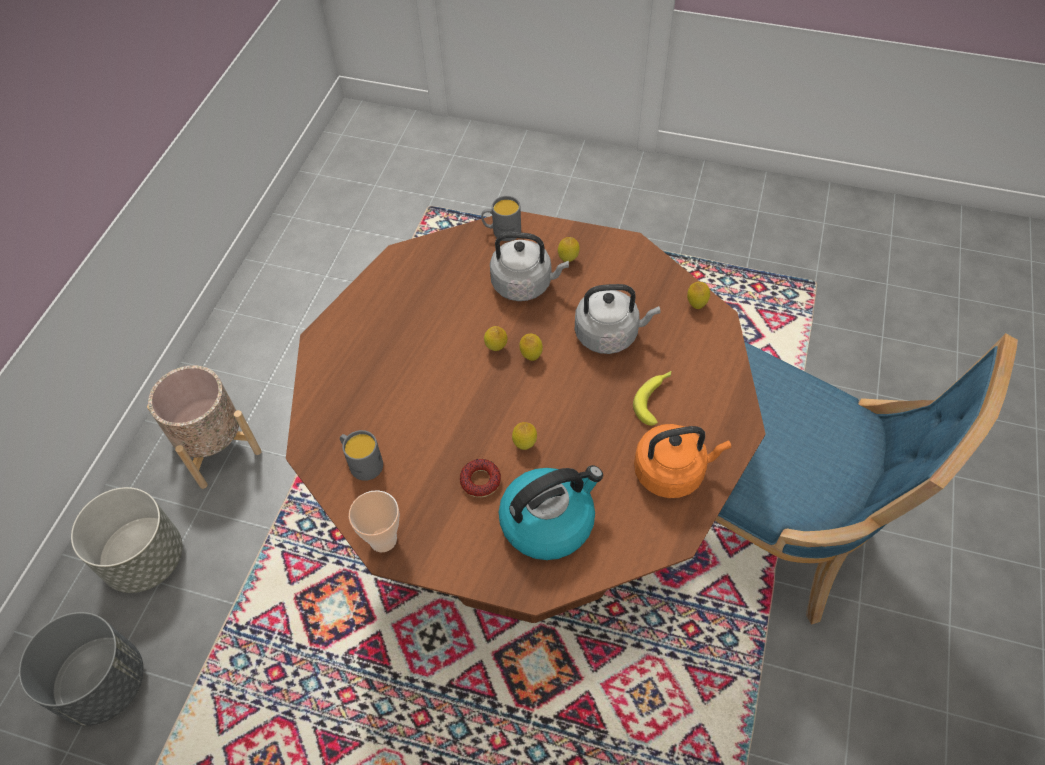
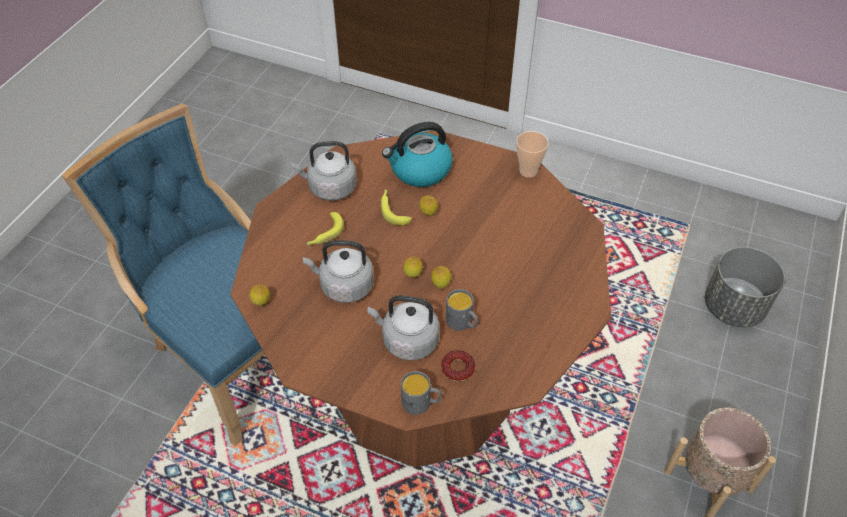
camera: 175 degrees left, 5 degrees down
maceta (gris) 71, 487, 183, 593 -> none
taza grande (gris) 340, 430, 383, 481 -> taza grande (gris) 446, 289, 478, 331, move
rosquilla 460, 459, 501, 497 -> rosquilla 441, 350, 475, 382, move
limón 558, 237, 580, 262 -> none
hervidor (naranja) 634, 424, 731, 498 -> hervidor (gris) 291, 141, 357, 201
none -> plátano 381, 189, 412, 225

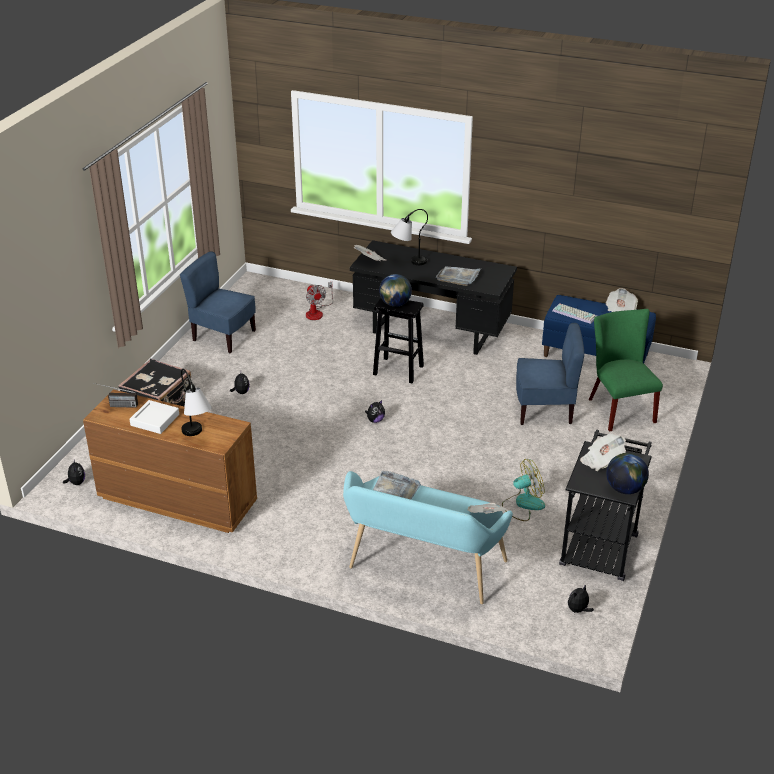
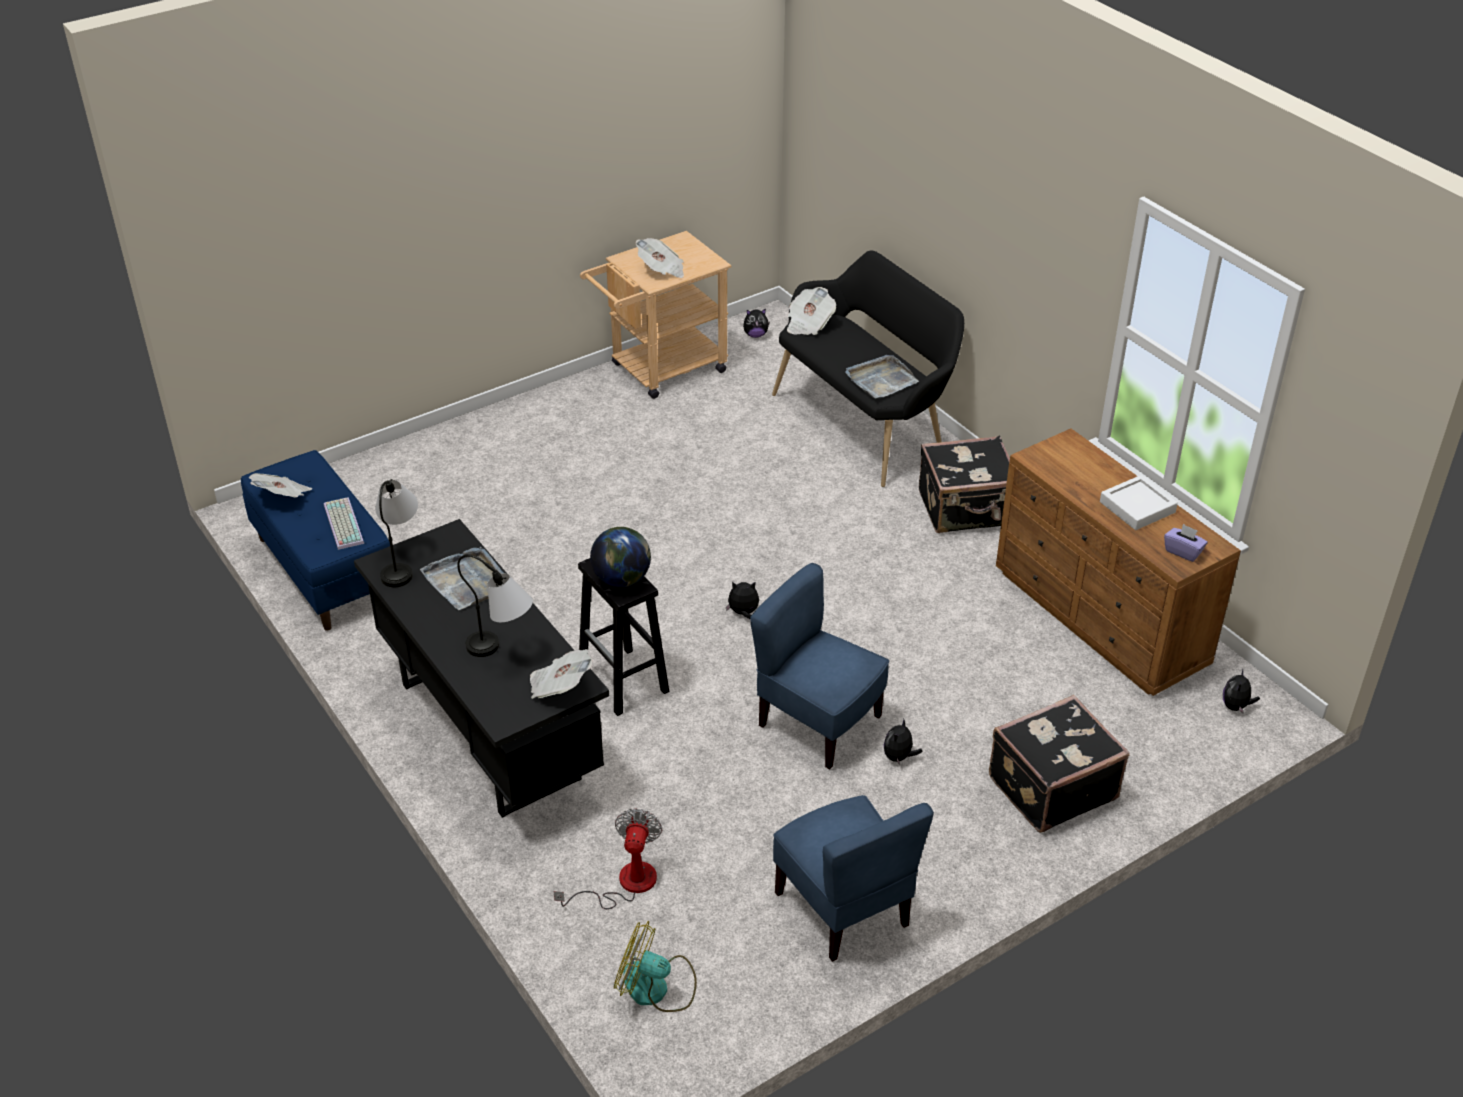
camera: 145 degrees left, 5 degrees up
radio 93, 383, 138, 408 -> caja de pañuelos (morado) 1164, 524, 1208, 562
lámpara de mesa 181, 369, 212, 436 -> lámpara de mesa 375, 479, 418, 587, move
banco (turquesa) 343, 471, 513, 604 -> banco (negro) 772, 250, 964, 487
ventilador 502, 459, 545, 521 -> ventilador 614, 921, 697, 1012, move
silla (azul) 516, 323, 584, 425 -> silla (azul) 750, 563, 889, 769, move
carrito (negro) 559, 430, 652, 581 -> carrito (beis) 580, 231, 731, 399
silla (verde) 589, 309, 663, 432 -> none
globo terráqueo 606, 453, 649, 494 -> none
none -> maleta (negro) 919, 436, 1010, 533

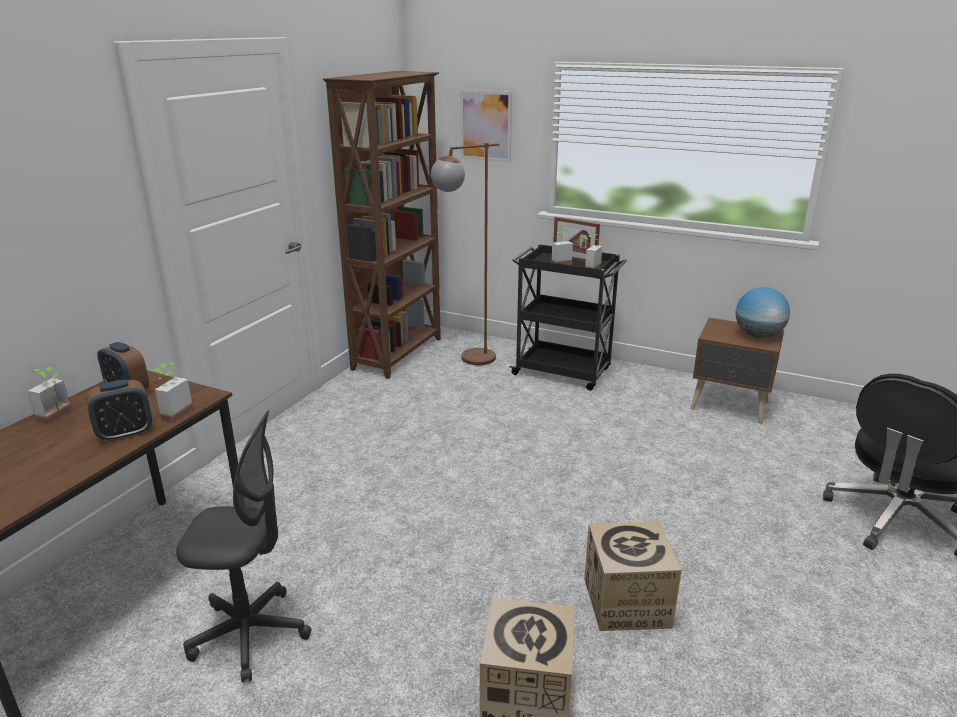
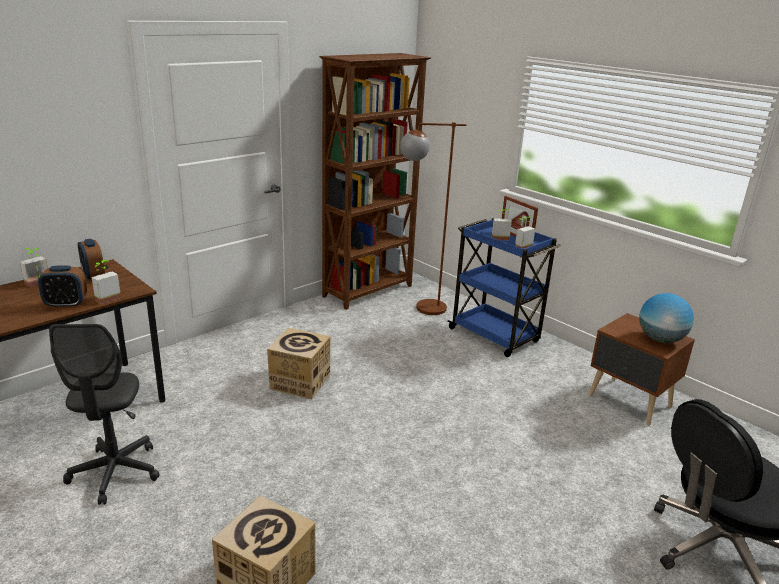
camera: 20 degrees right, 0 degrees up
silla de oficina (gris) 176, 410, 312, 683 -> silla de oficina (gris) 49, 324, 160, 505, 60 degrees clockwise
cuadro 460, 90, 512, 162 -> none
carrito (negro) 509, 244, 627, 391 -> carrito (azul) 448, 218, 561, 357
caja de cartón 584, 521, 682, 631 -> caja de cartón 267, 328, 330, 399, move

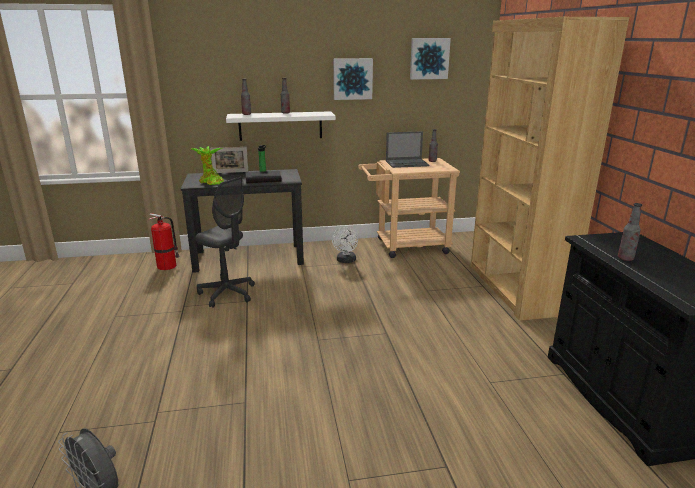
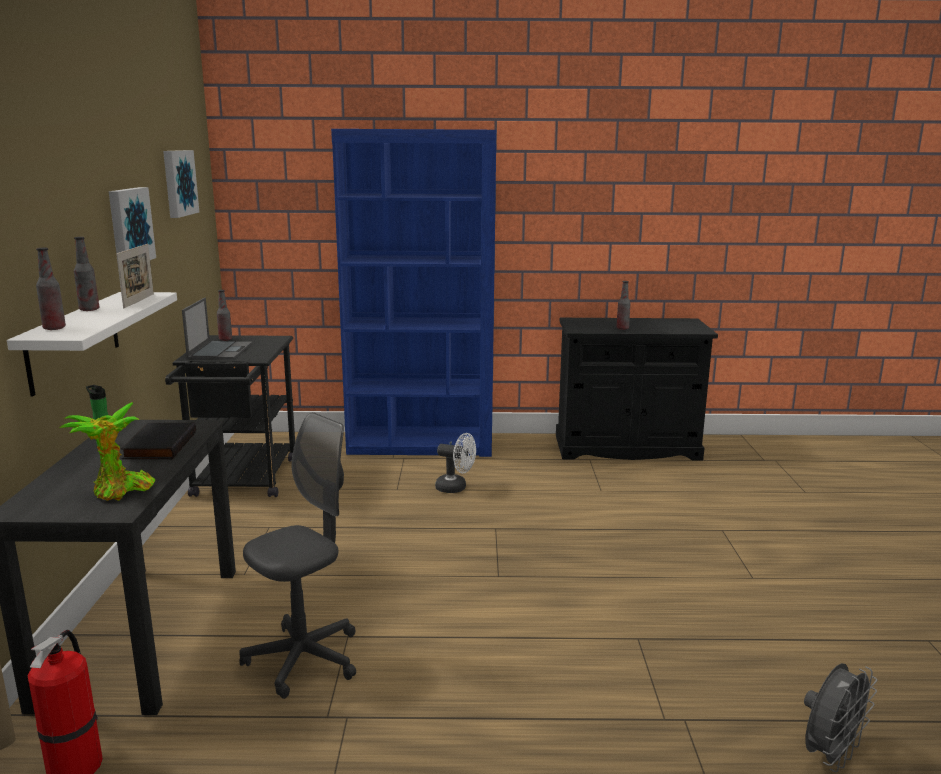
camera: 80 degrees left, 5 degrees down
portarretratos 210, 147, 249, 173 -> portarretratos 116, 244, 154, 308, move
ventilador (blanco) 332, 227, 358, 263 -> ventilador (blanco) 435, 433, 476, 493, move
carrito (beis) 358, 158, 460, 258 -> carrito (negro) 165, 335, 295, 497
estantería (marrón) 471, 17, 630, 321 -> estantería (azul) 331, 129, 496, 457

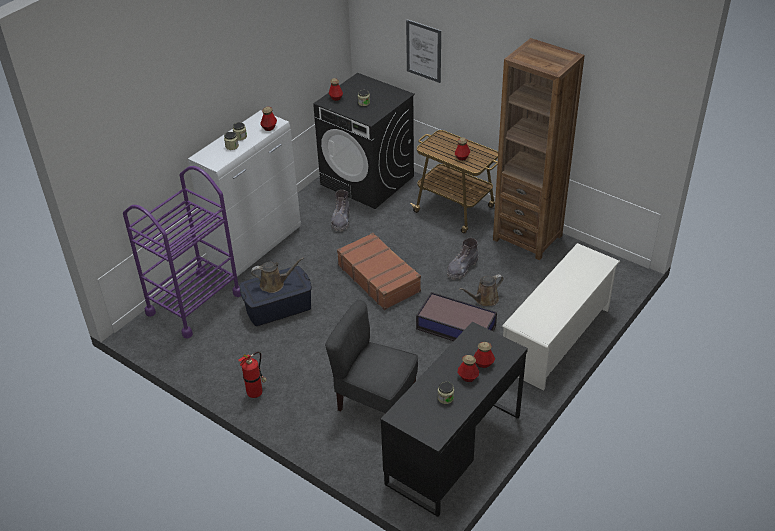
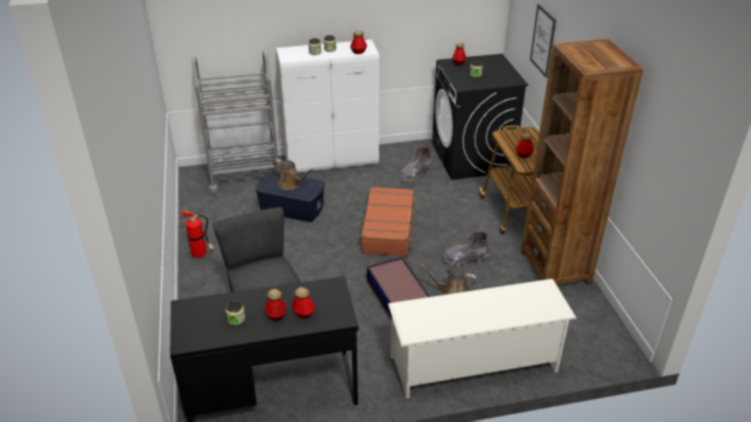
camera: 40 degrees right, 5 degrees down
carrito (morado) 123, 166, 241, 339 -> carrito (gris) 192, 50, 279, 195

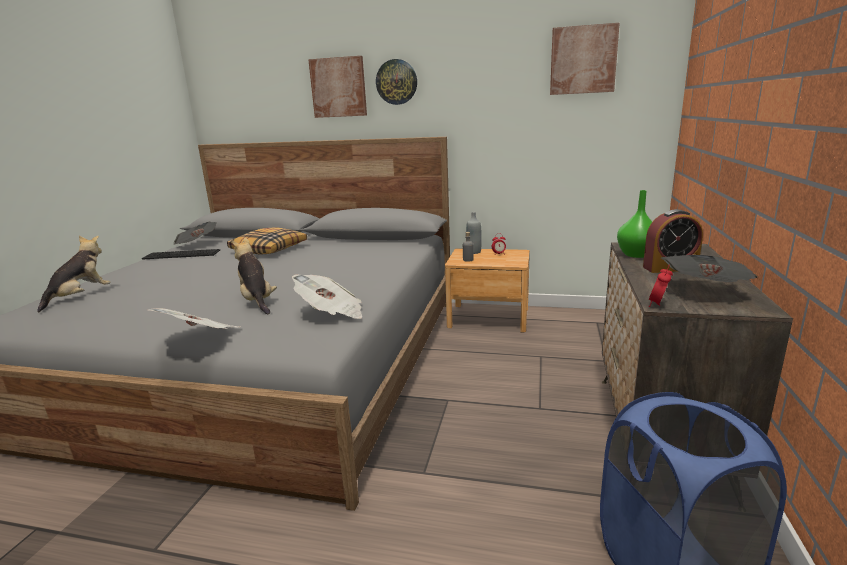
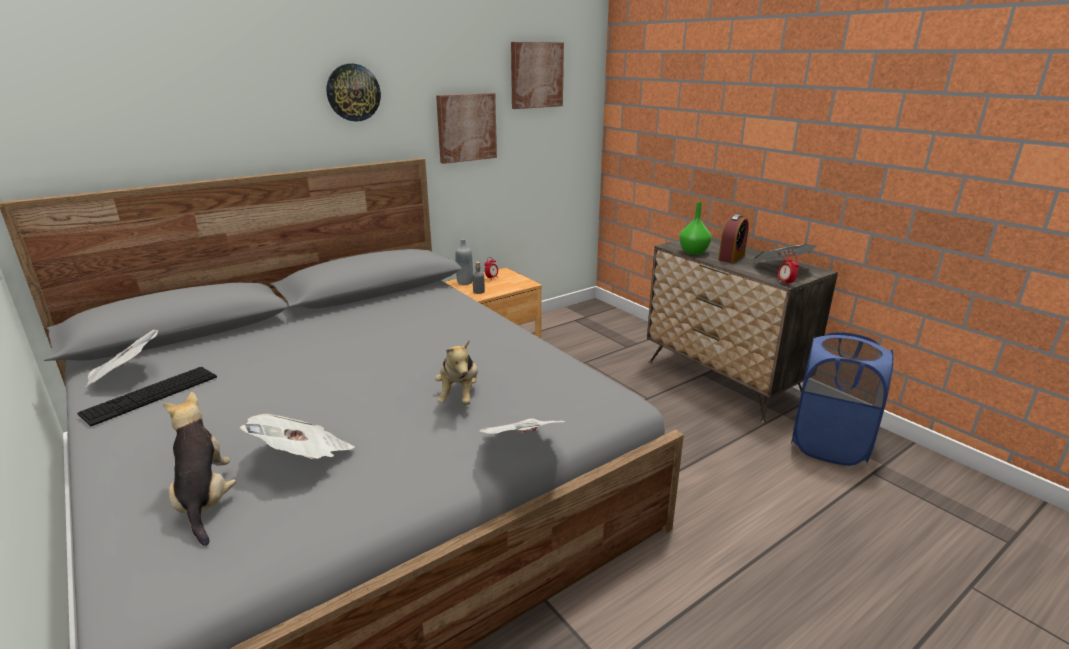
camera: 50 degrees left, 5 degrees up
cojín 227, 227, 307, 255 -> none
peluche 232, 238, 277, 314 -> peluche 435, 339, 478, 405, 105 degrees counterclockwise
periódico 292, 274, 362, 319 -> periódico 240, 414, 354, 459, move
cuadro 308, 56, 367, 118 -> cuadro 436, 93, 497, 164, move

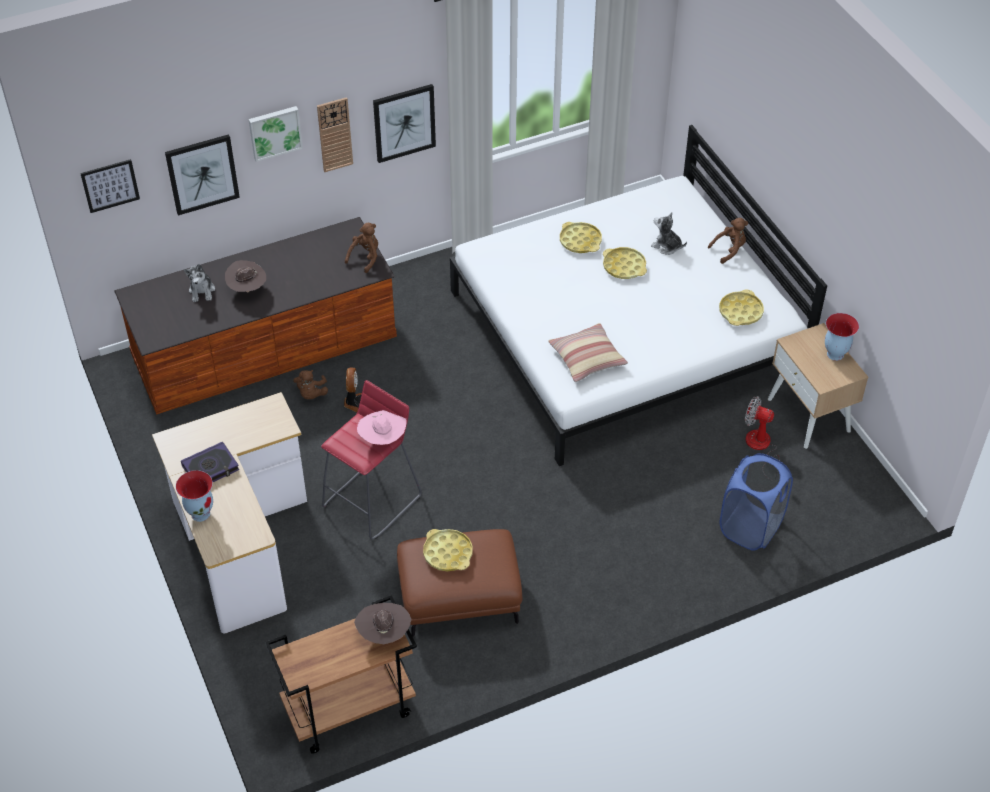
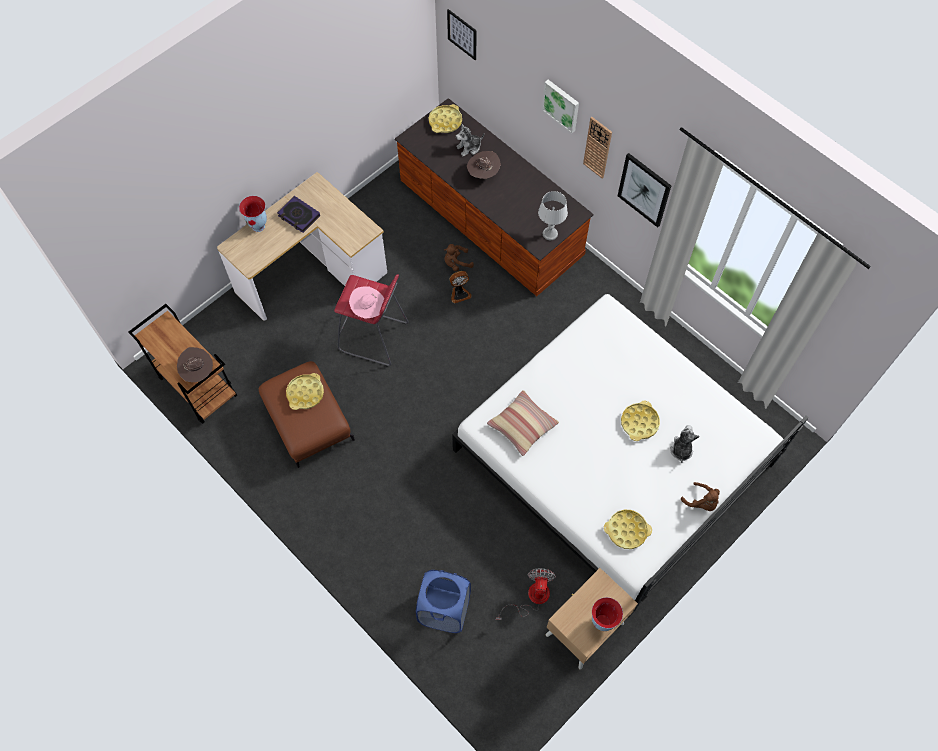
camera: 70 degrees right, 15 degrees up
cuadro 165, 134, 240, 215 -> none
peluche (marrón) 345, 223, 378, 273 -> lámpara de mesa (gris) 538, 191, 568, 240
bandeja (amarillo) 560, 222, 602, 253 -> bandeja (amarillo) 429, 104, 462, 133, move

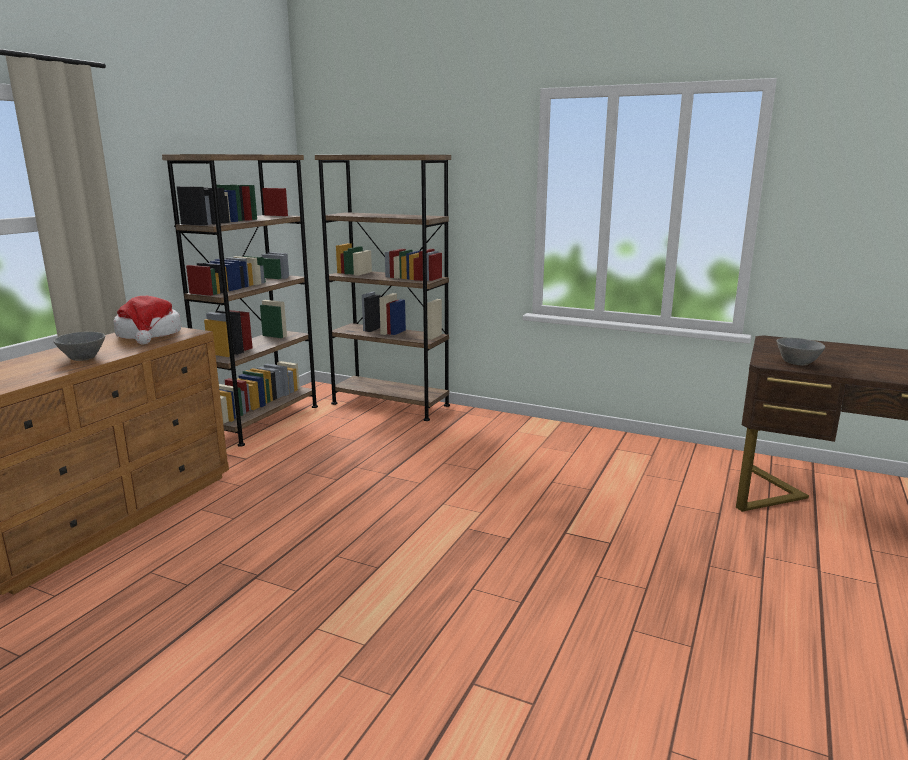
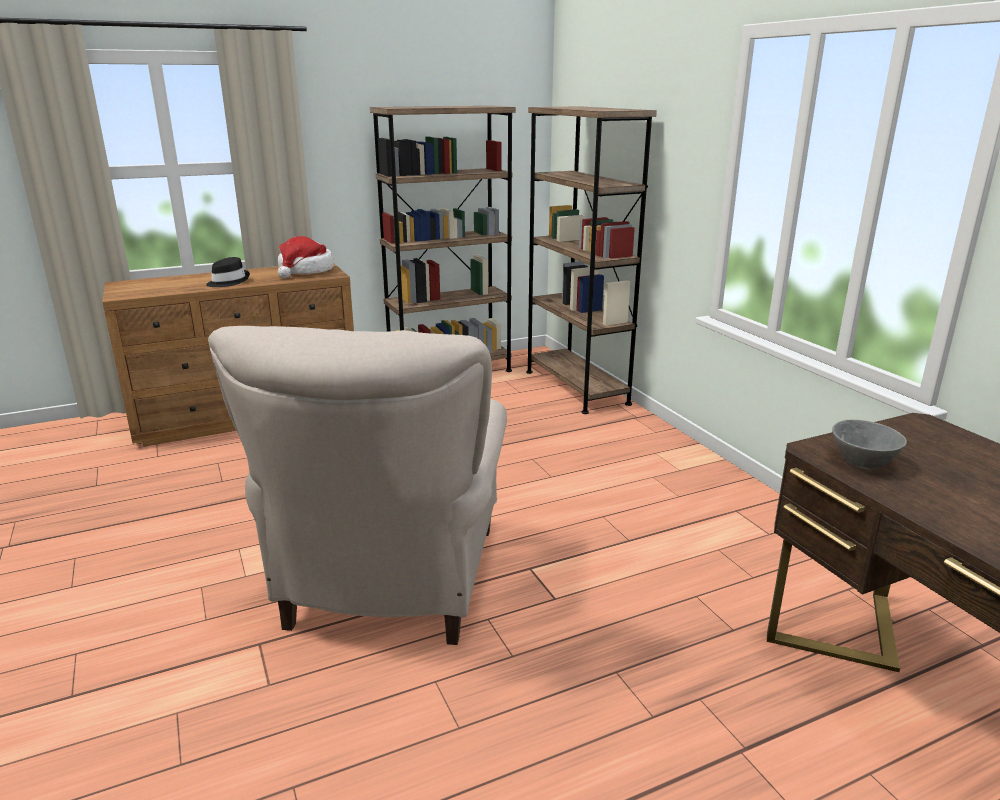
camera: 40 degrees right, 5 degrees up
cuenco (gris) 53, 332, 105, 361 -> sombrero (negro) 206, 257, 250, 287
none -> sillón (beis) 208, 326, 507, 645

